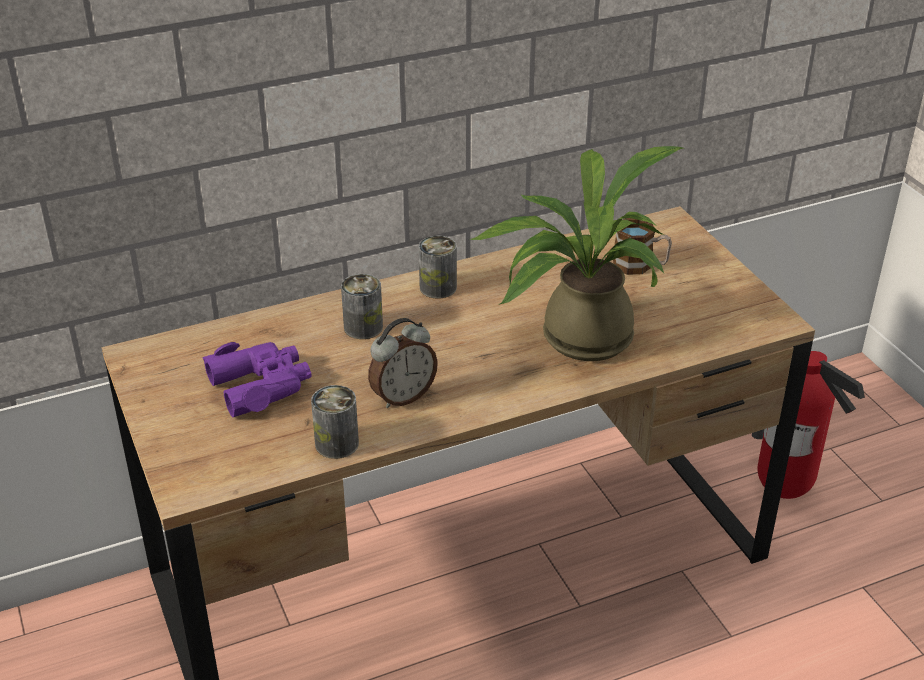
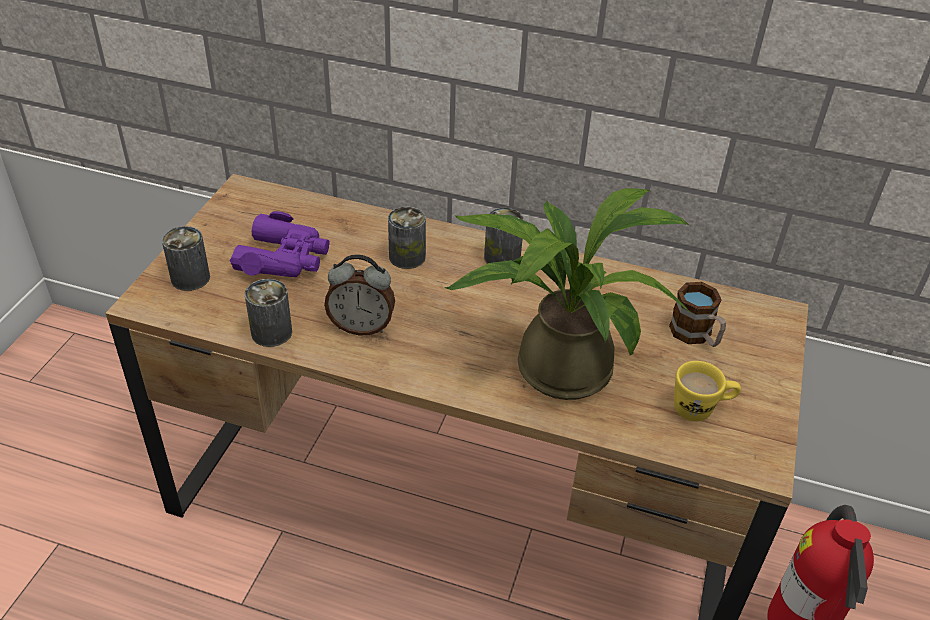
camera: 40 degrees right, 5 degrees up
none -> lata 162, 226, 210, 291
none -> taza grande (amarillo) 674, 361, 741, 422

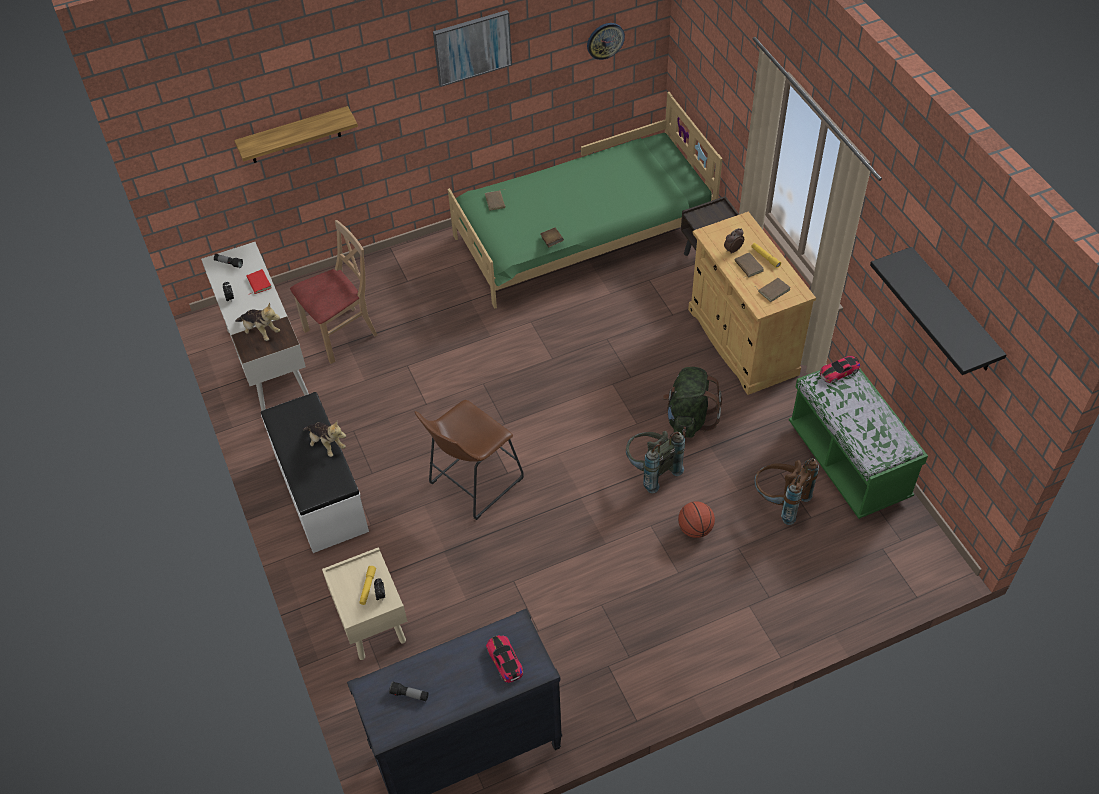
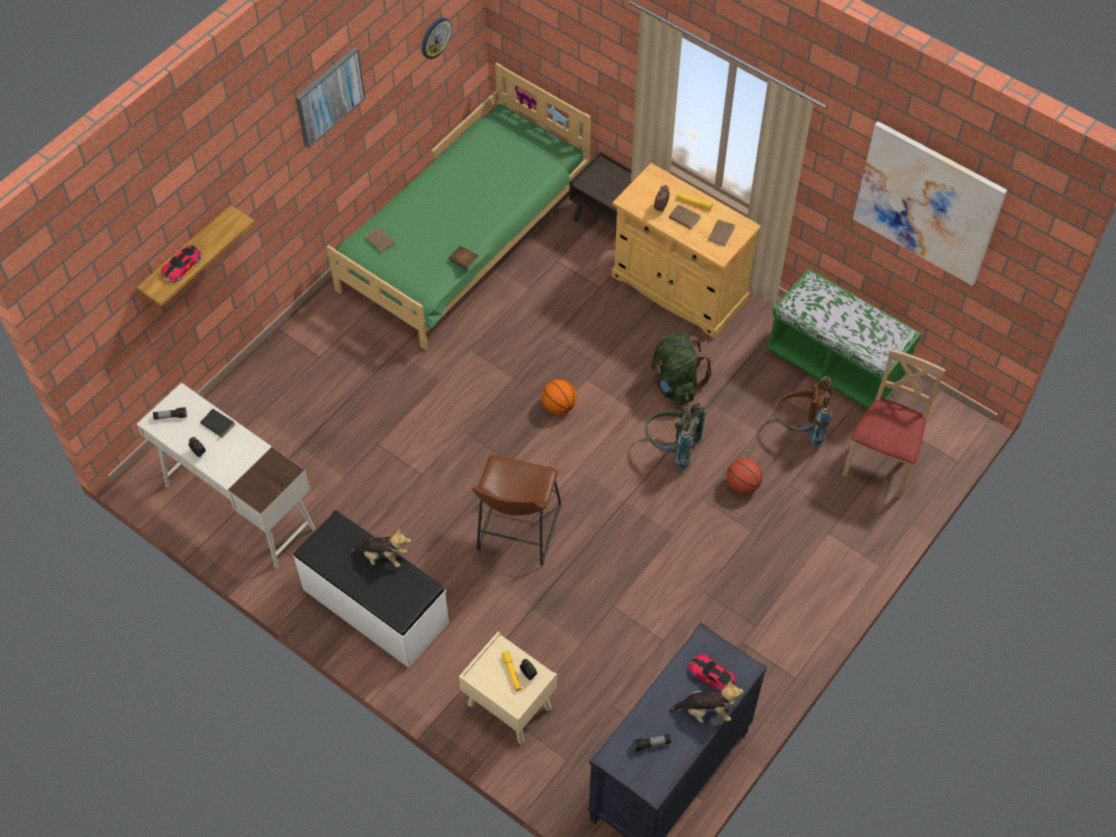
camera: 30 degrees left, 5 degrees up
peluche 235, 302, 280, 341 -> peluche 669, 680, 743, 723, move
libro (rojo) 246, 269, 271, 294 -> libro (negro) 200, 409, 235, 438
silla (beis) 290, 220, 377, 364 -> silla (beis) 842, 349, 945, 498, move
coche de juguete 820, 356, 860, 383 -> coche de juguete 161, 245, 201, 282, move
estante (negro) 870, 247, 1007, 375 -> cuadro 853, 121, 1007, 286
none -> balón de baloncesto 541, 380, 577, 415

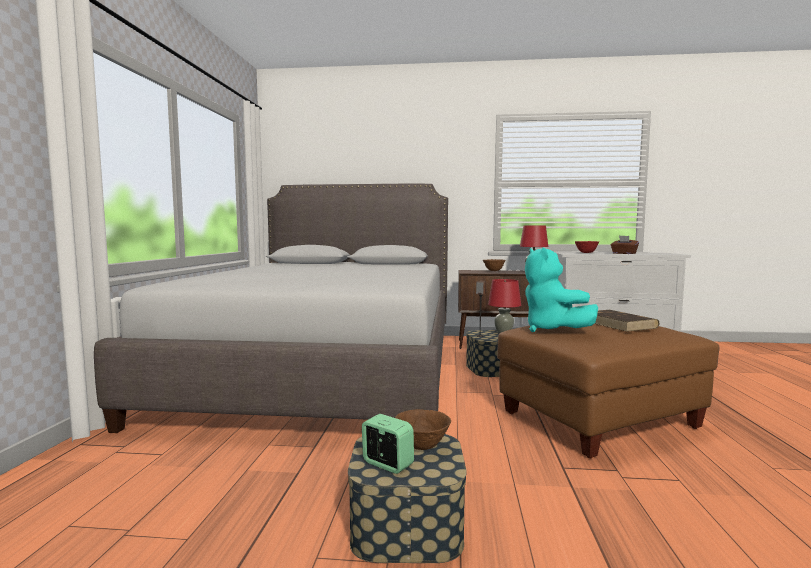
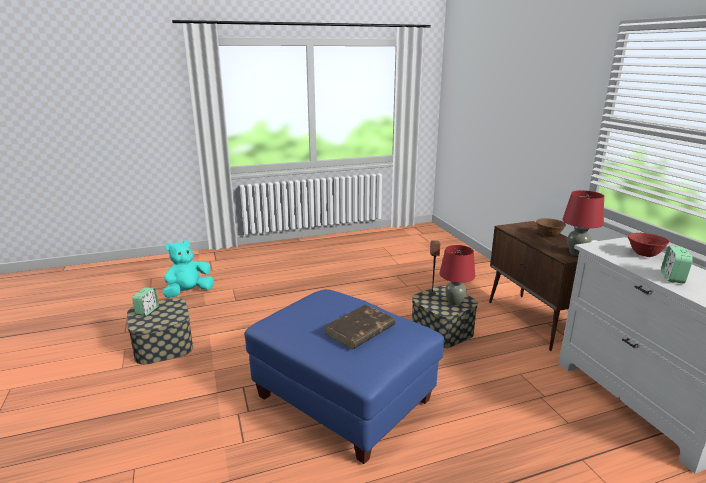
camera: 65 degrees right, 15 degrees up
cama (gris) 94, 184, 448, 433 -> none
cuenco (marrón) 395, 409, 451, 450 -> none
puf (marrón) 497, 324, 719, 458 -> puf (azul) 244, 289, 444, 464
peluche (turquesa) 525, 247, 598, 332 -> peluche (turquesa) 163, 240, 214, 298, move
caja de pañuelos (marrón) 611, 236, 639, 254 -> despertador 661, 246, 693, 284

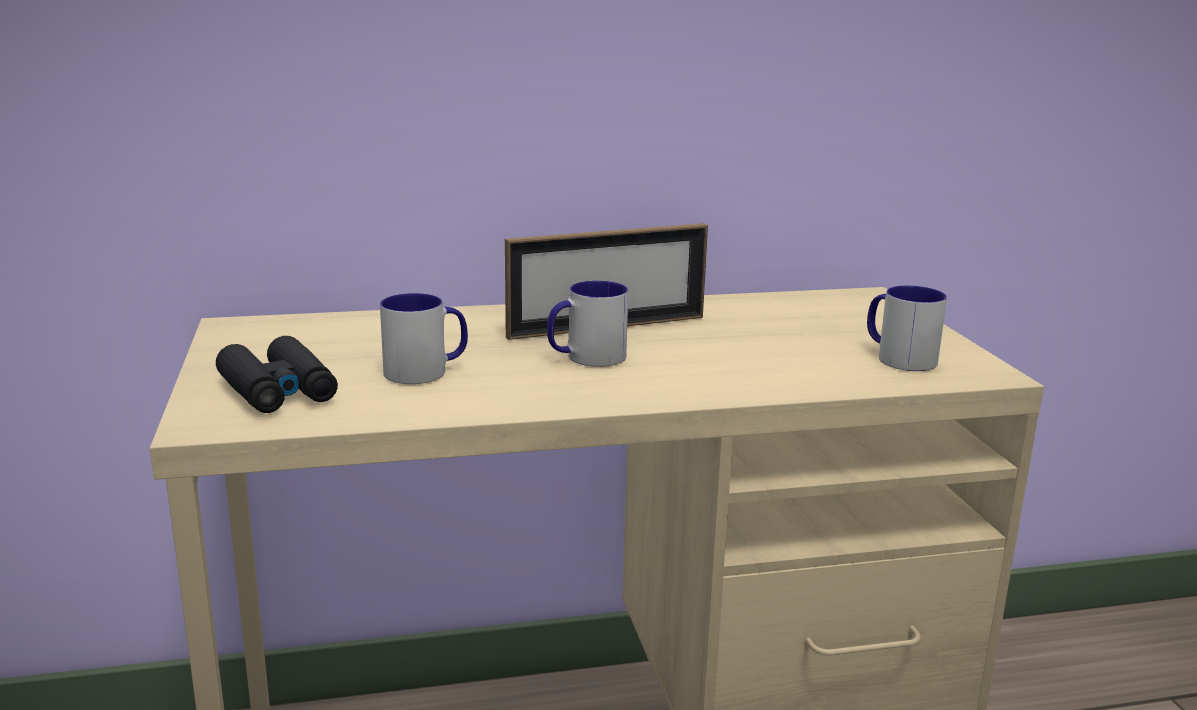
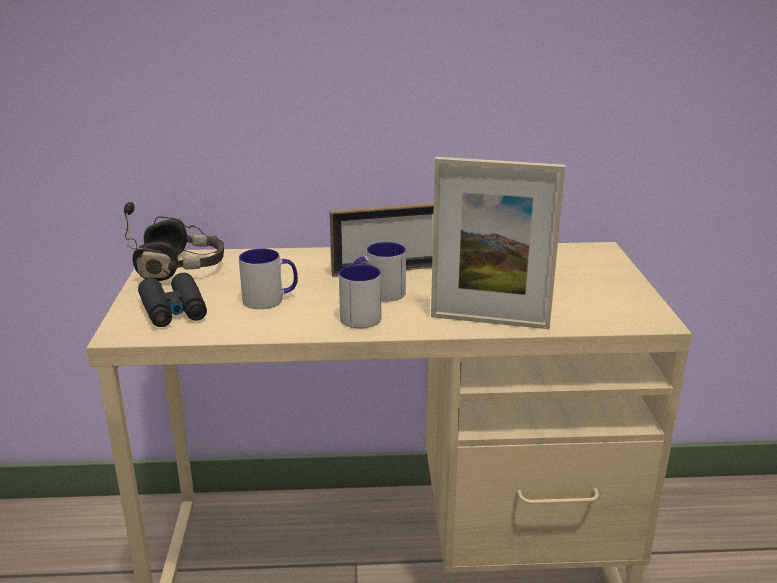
camera: 10 degrees right, 5 degrees up
taza grande 867, 286, 947, 371 -> taza grande 339, 264, 381, 328, move
none -> auriculares (negro) 124, 202, 224, 281
none -> portarretratos 431, 157, 566, 329

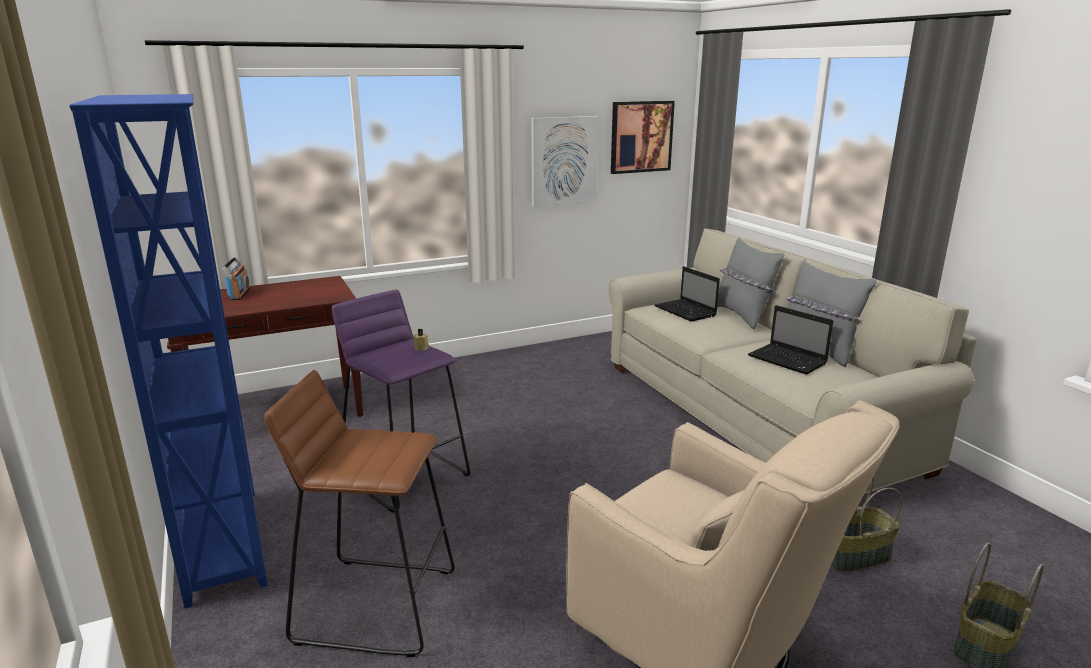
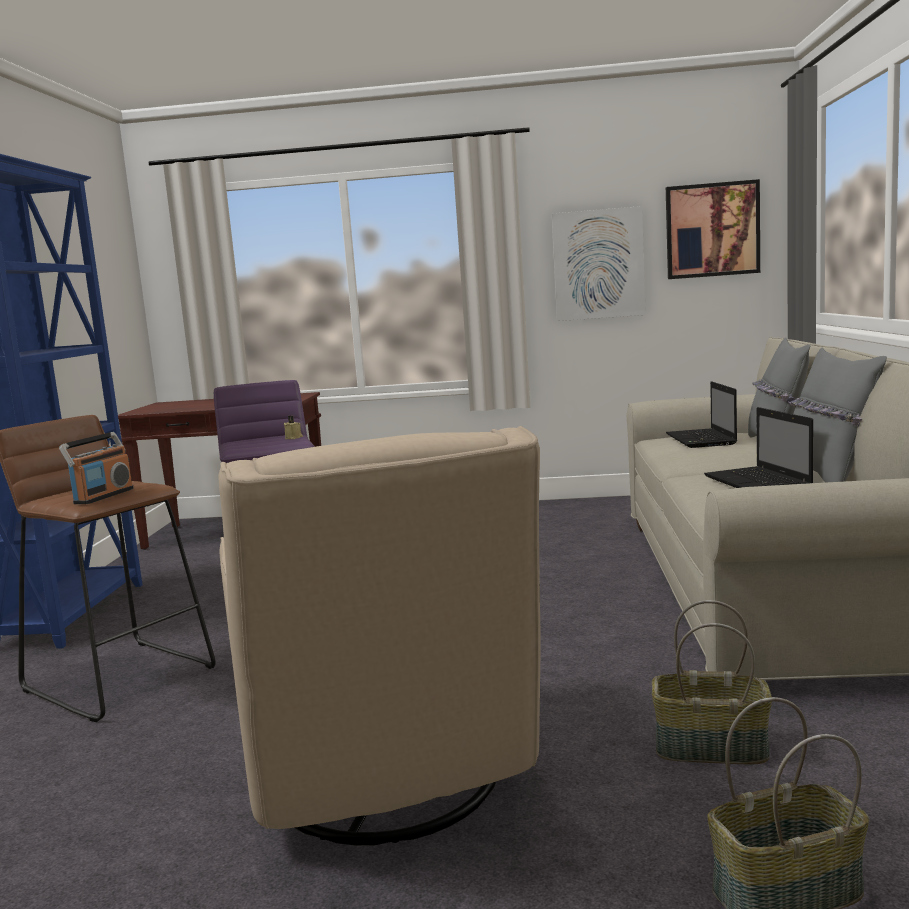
camera: 30 degrees right, 10 degrees down
radio 222, 257, 250, 300 -> radio 59, 432, 134, 504, move

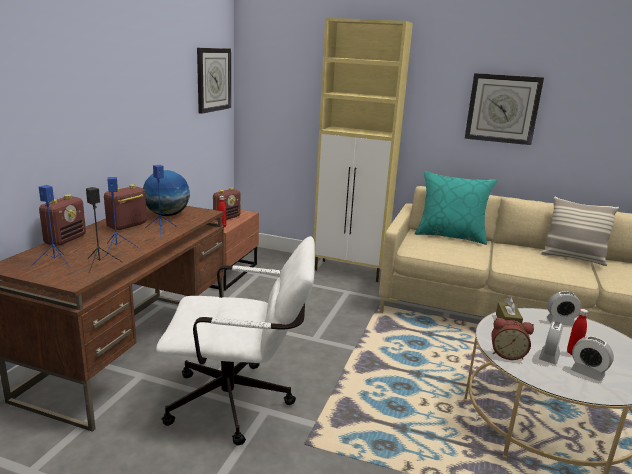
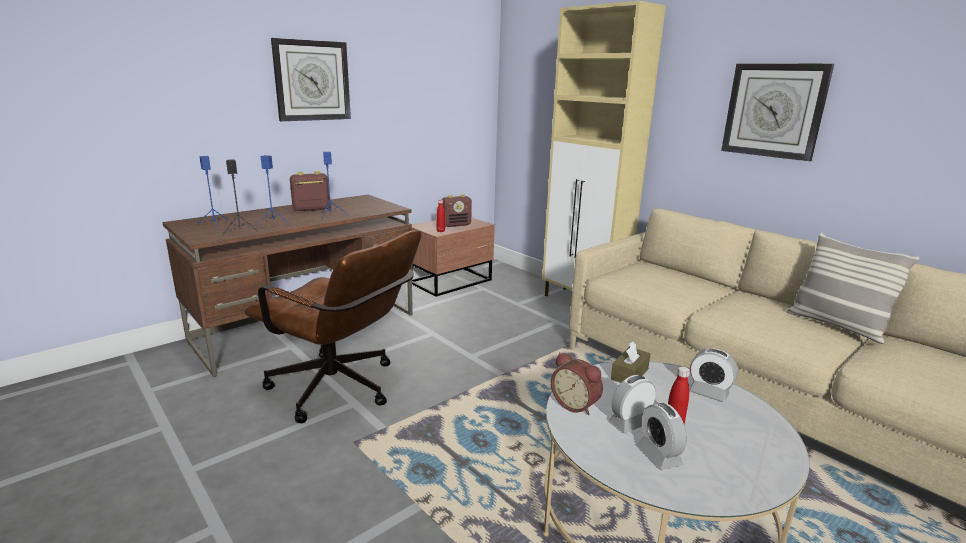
camera: 30 degrees right, 0 degrees up
radio 39, 194, 86, 246 -> none
globo terráqueo 143, 170, 190, 216 -> none
silla de oficina (blanco) 156, 236, 315, 445 -> silla de oficina (marrón) 245, 230, 421, 423
reloj de pared 197, 48, 231, 114 -> reloj de pared 271, 38, 351, 121, move
cojín (turquesa) 415, 171, 497, 245 -> none

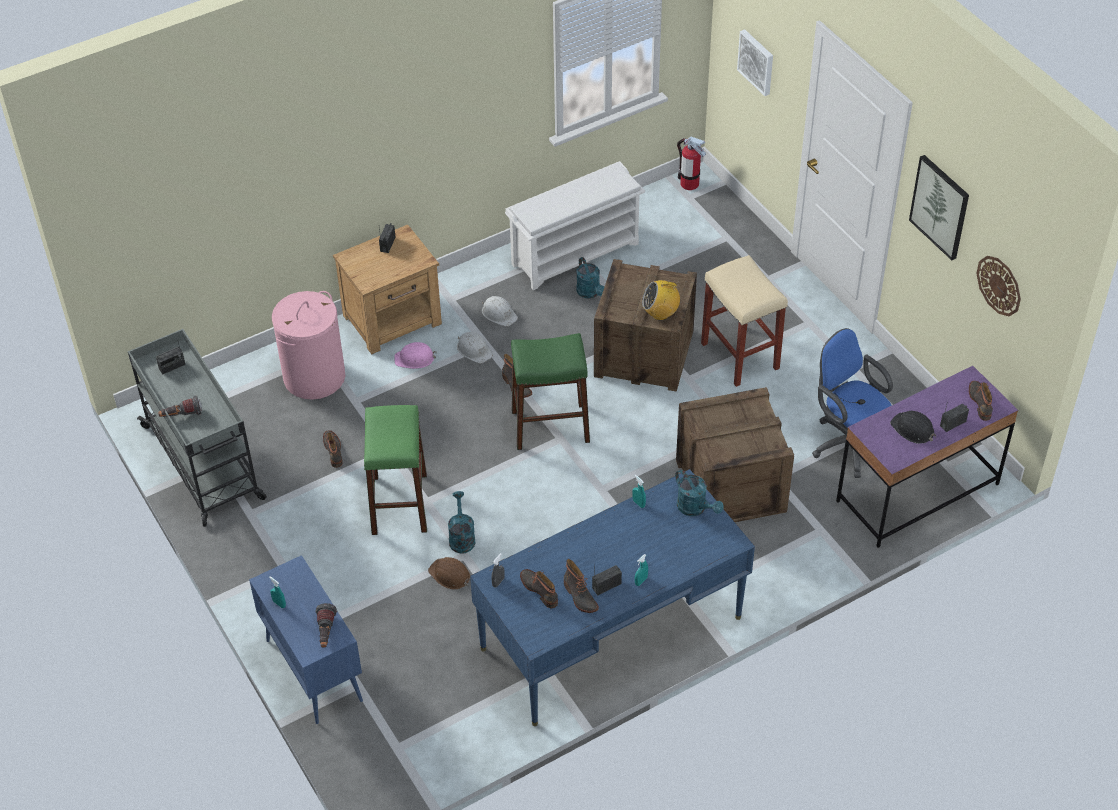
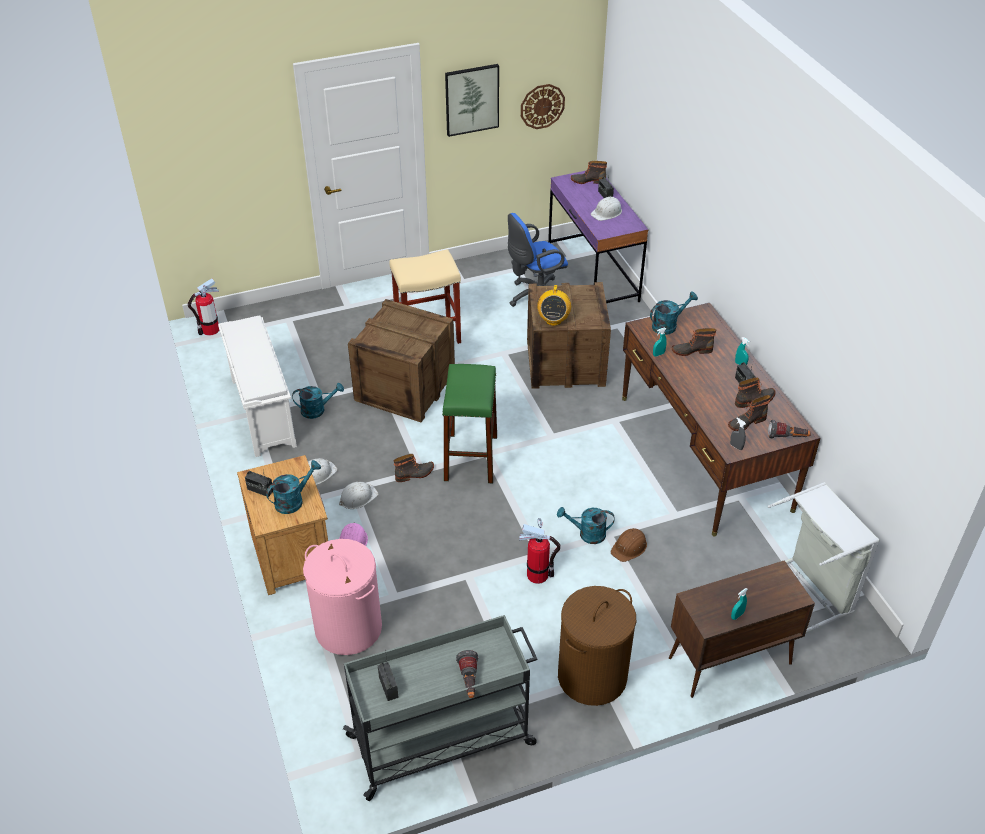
camera: 80 degrees left, 5 degrees down
armario (azul) 249, 555, 363, 724 -> armario (marrón) 669, 560, 815, 698
linterna 315, 603, 337, 648 -> linterna 768, 420, 811, 439, move
bota 323, 430, 342, 468 -> bota 672, 328, 716, 356, move
taburete (verde) 364, 405, 427, 535 -> extintor 519, 518, 560, 584
escritorio (azul) 470, 469, 755, 726 -> escritorio (marrón) 622, 303, 820, 536
radio 642, 279, 680, 320 -> radio 537, 284, 571, 326, move
cuadro 737, 29, 773, 96 -> none
casco (negro) 890, 411, 936, 444 -> casco (blanco) 591, 197, 622, 221
none -> regadera (turquesa) 266, 460, 321, 514
none -> cesto de la ropa (marrón) 558, 586, 636, 706
none -> cesto de la ropa (gris) 768, 482, 880, 633

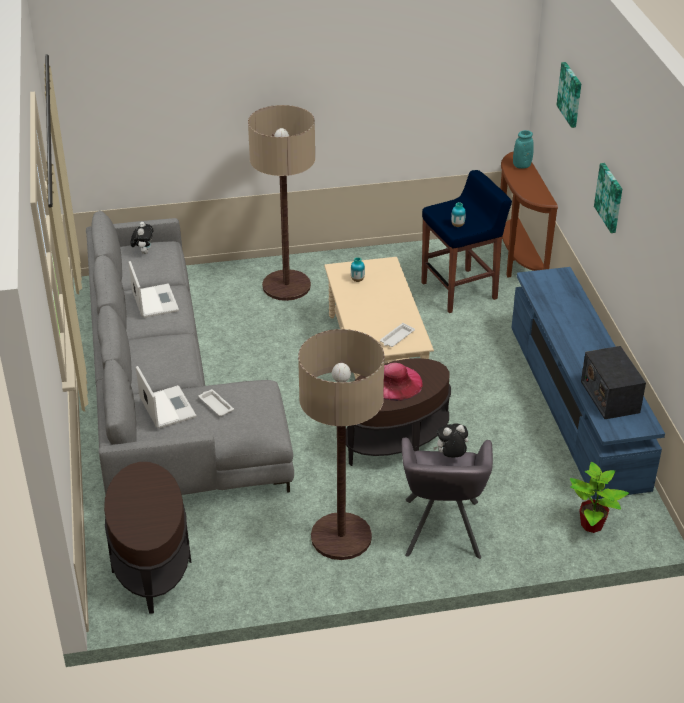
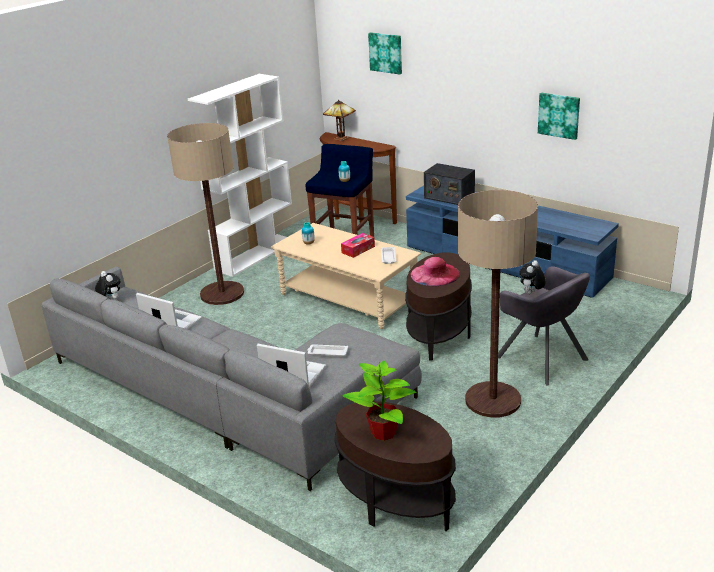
camera: 40 degrees left, 10 degrees down
florero (turquesa) 513, 130, 534, 169 -> lámpara de mesa 323, 100, 356, 141
planta en maceta 570, 462, 629, 533 -> planta en maceta 342, 361, 416, 441, move
radio 581, 346, 646, 419 -> radio 424, 163, 475, 205, move
cuadro 594, 163, 622, 233 -> cuadro 538, 93, 580, 140, move
none -> estantería (blanco) 188, 74, 292, 277
none -> caja de pañuelos 341, 233, 375, 258

